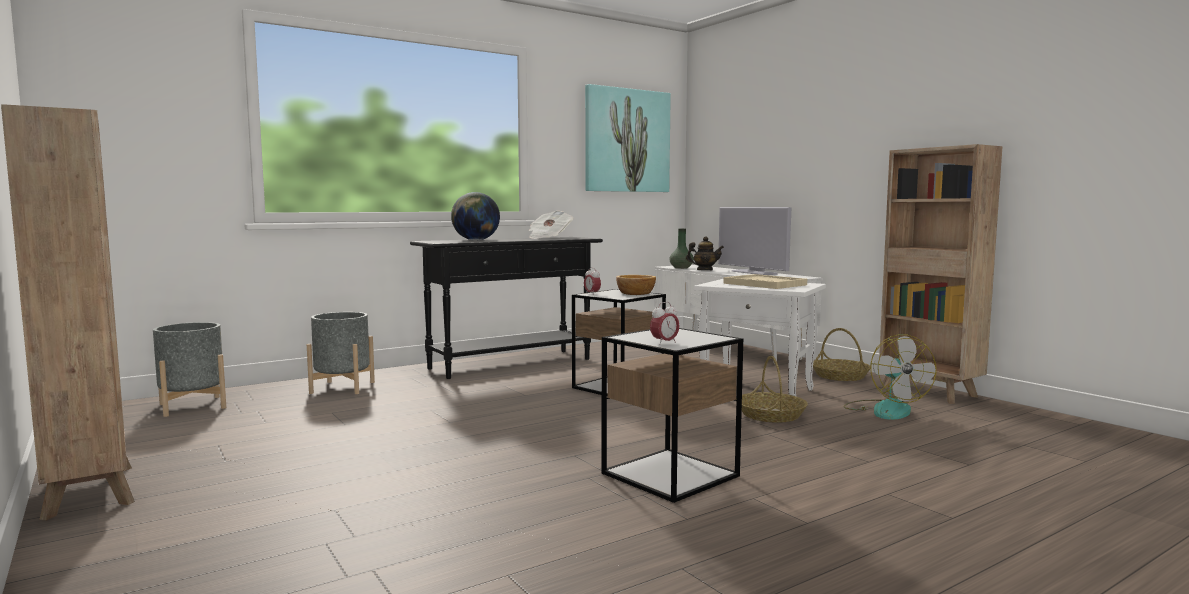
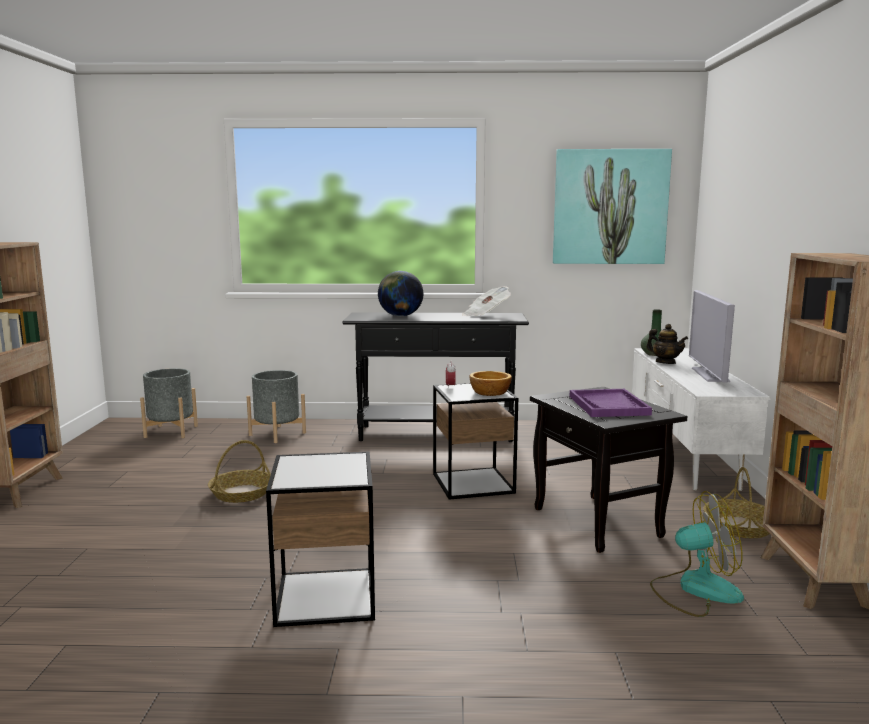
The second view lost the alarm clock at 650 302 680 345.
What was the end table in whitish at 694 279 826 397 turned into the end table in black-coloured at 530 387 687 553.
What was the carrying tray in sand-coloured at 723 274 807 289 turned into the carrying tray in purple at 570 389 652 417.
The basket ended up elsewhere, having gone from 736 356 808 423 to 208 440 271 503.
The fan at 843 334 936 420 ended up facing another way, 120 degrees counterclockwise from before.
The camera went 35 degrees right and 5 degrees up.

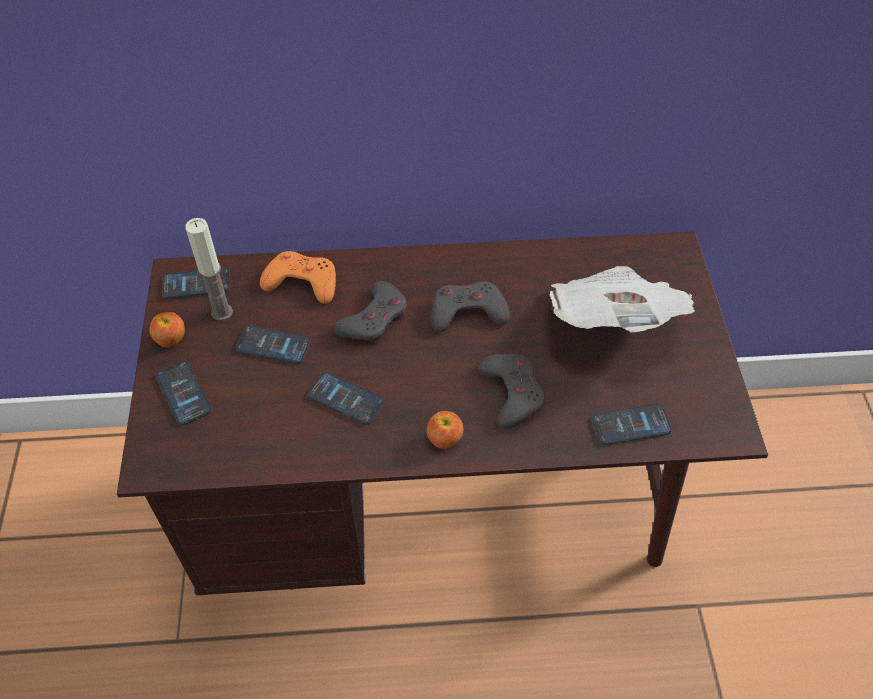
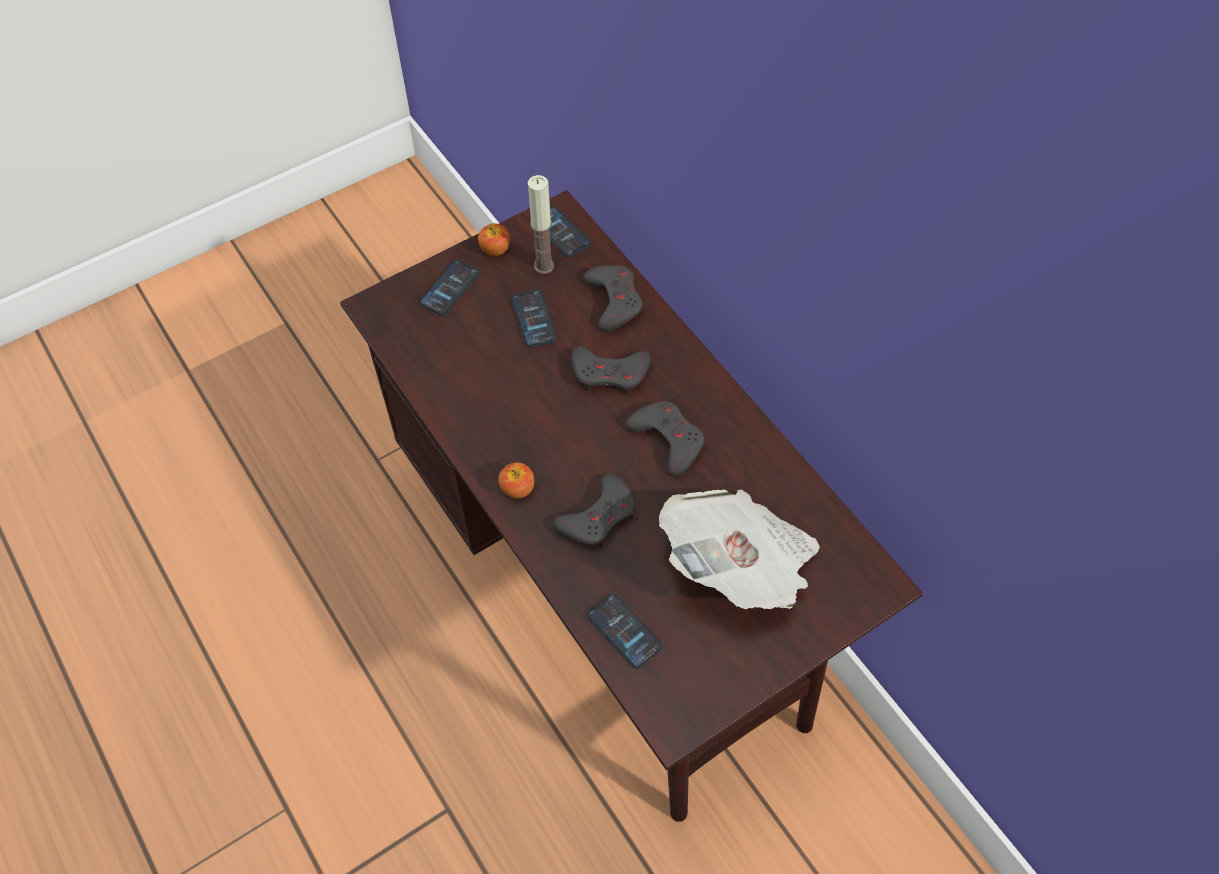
What was the gamepad in orangey at 260 251 336 304 turned into the gamepad in greyish at 583 265 643 332.
The second view lost the telephone at 308 372 384 425.
The camera went 60 degrees right and 5 degrees up.

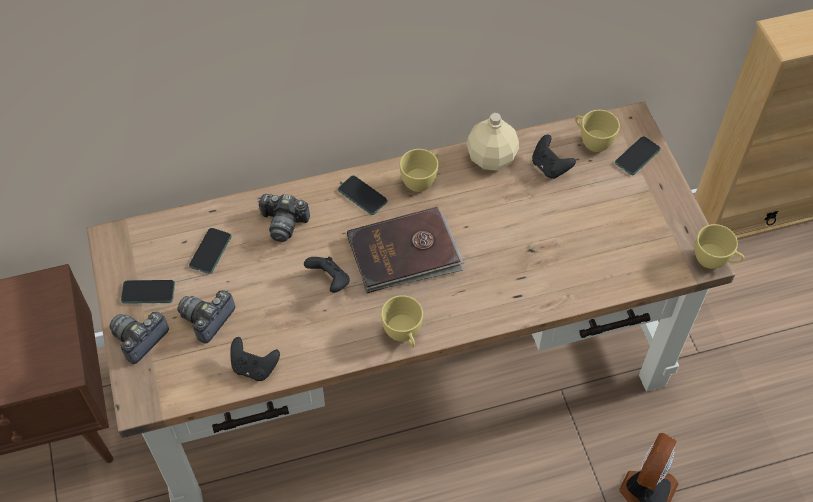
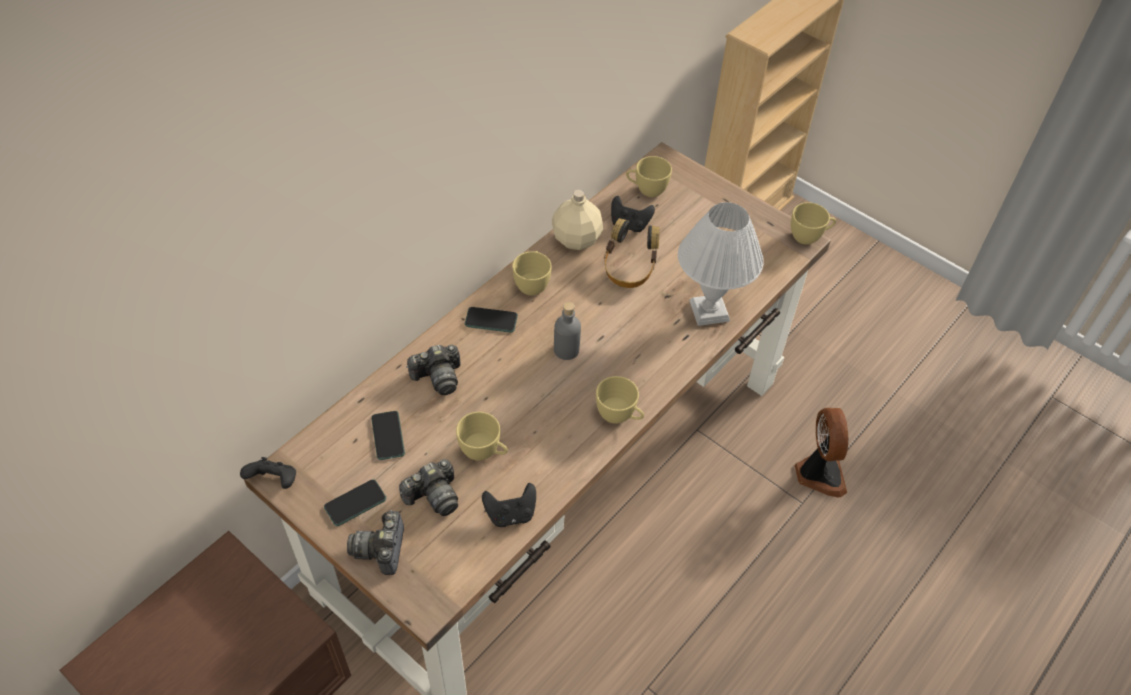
The still camera at 177 290 235 344 ended up facing another way, 120 degrees counterclockwise from before.
The gamepad in black-coloured ended up elsewhere, having gone from 304 257 350 293 to 240 457 296 489.
Where the volume in brown stood at 347 207 464 293, the drink bottle in greyish came to stand at 554 302 581 360.
The second view lost the telephone at 615 136 661 175.
The second view gained the small cup in yellowish at 456 412 508 461.
The second view gained the headphones at 604 218 660 288.
The second view gained the lamp for a table in whitish at 678 202 764 326.
The camera went 35 degrees left and 5 degrees down.

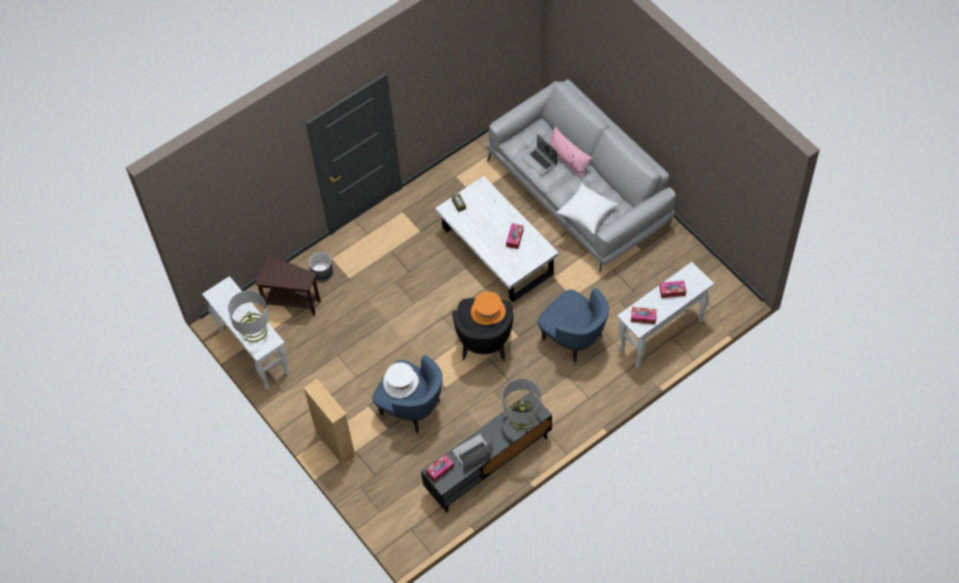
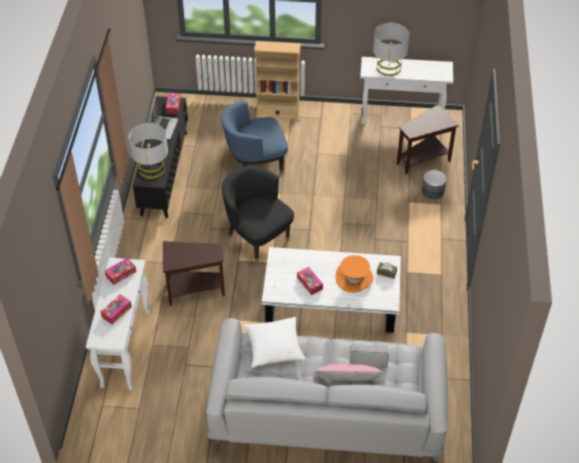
The second view lost the clothing hat in whitish at 383 362 419 399.
The clothing hat in orangey ended up elsewhere, having gone from 471 291 506 325 to 335 255 373 293.
Where the lounge chair in bluish stood at 538 288 609 365, the end table in brown came to stand at 163 241 225 306.
The camera went 130 degrees right and 10 degrees down.

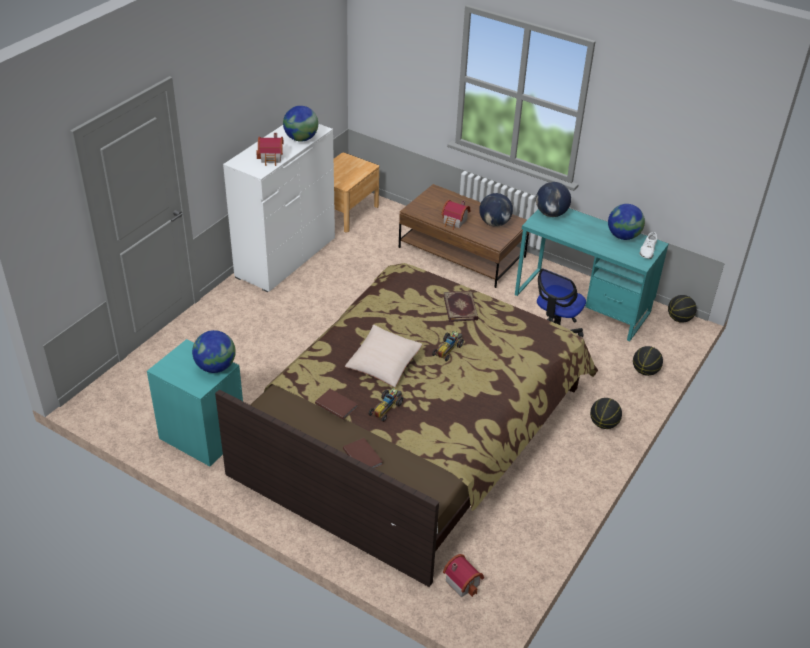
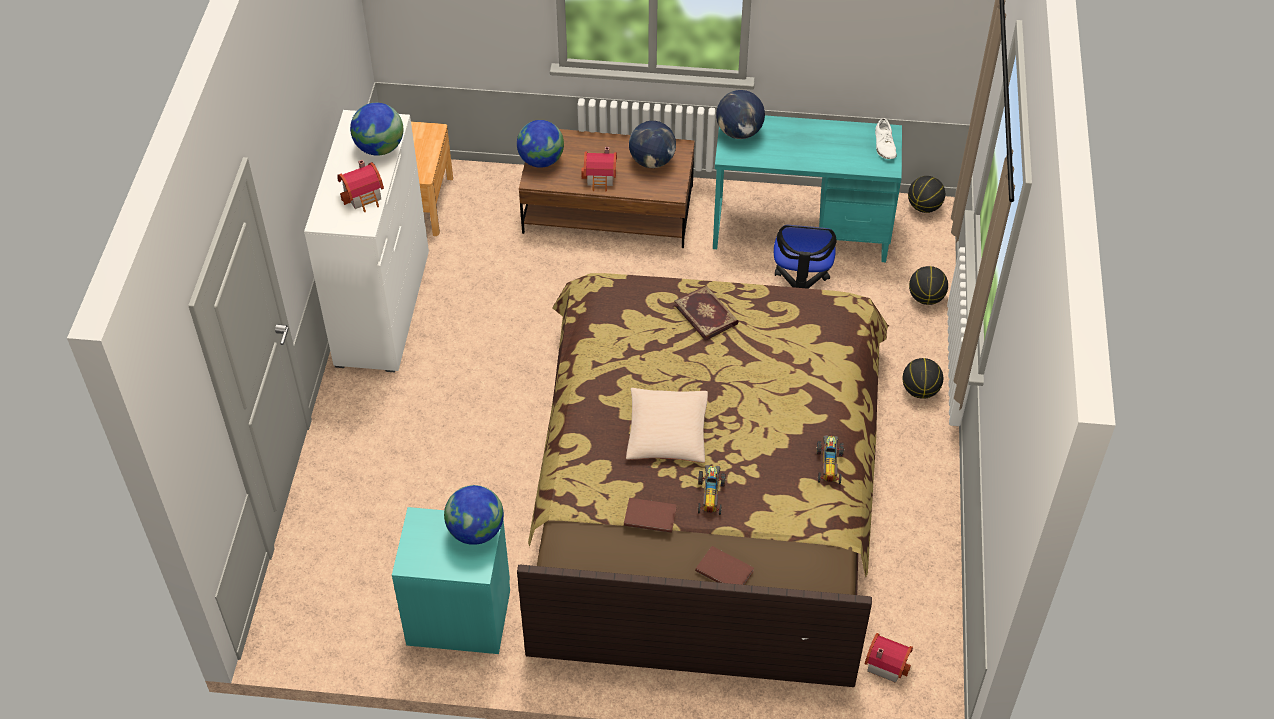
The model car ended up elsewhere, having gone from 432 331 464 362 to 816 435 845 484.
The globe ended up elsewhere, having gone from 608 204 645 240 to 517 120 564 168.
The camera went 25 degrees left and 10 degrees up.

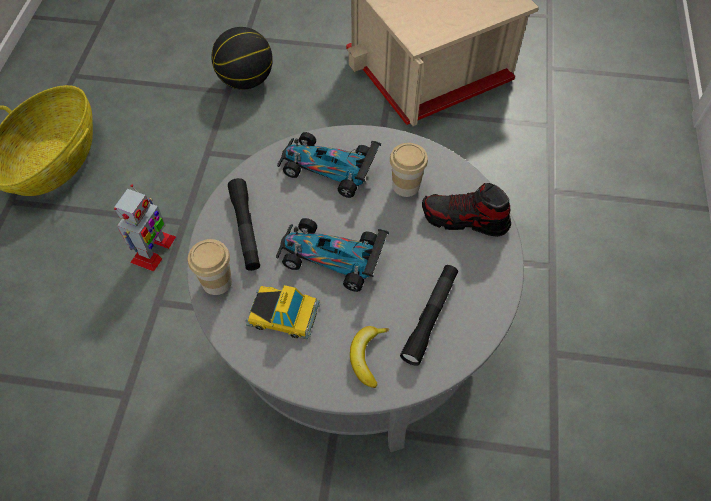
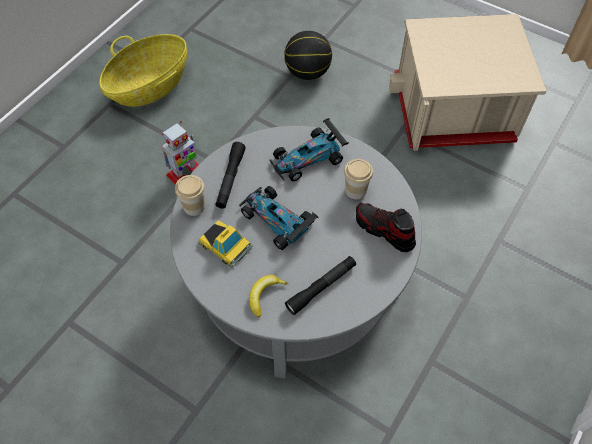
The model car at 277 132 381 198 ended up facing another way, 75 degrees counterclockwise from before.
The camera went 25 degrees right and 0 degrees up.

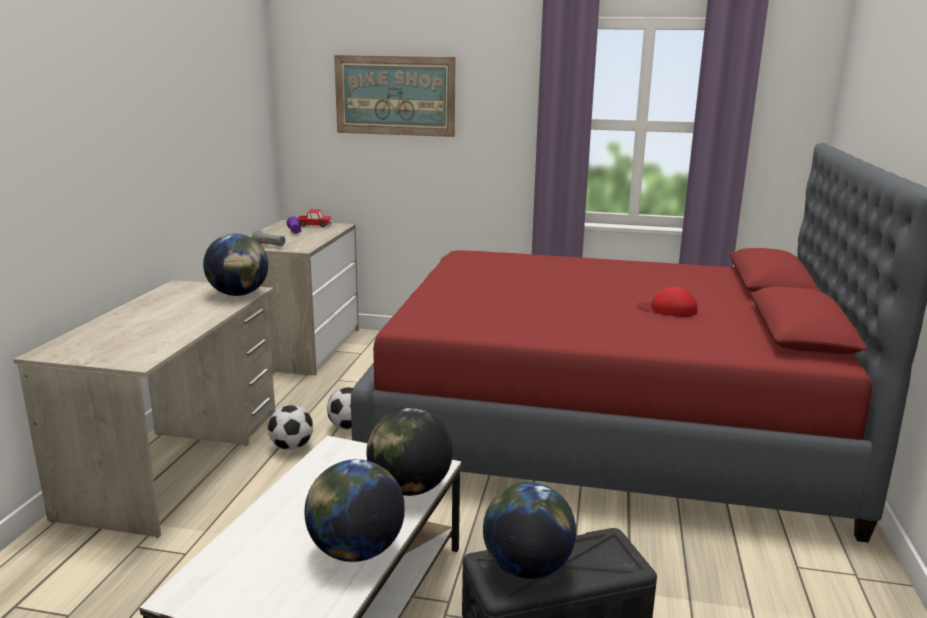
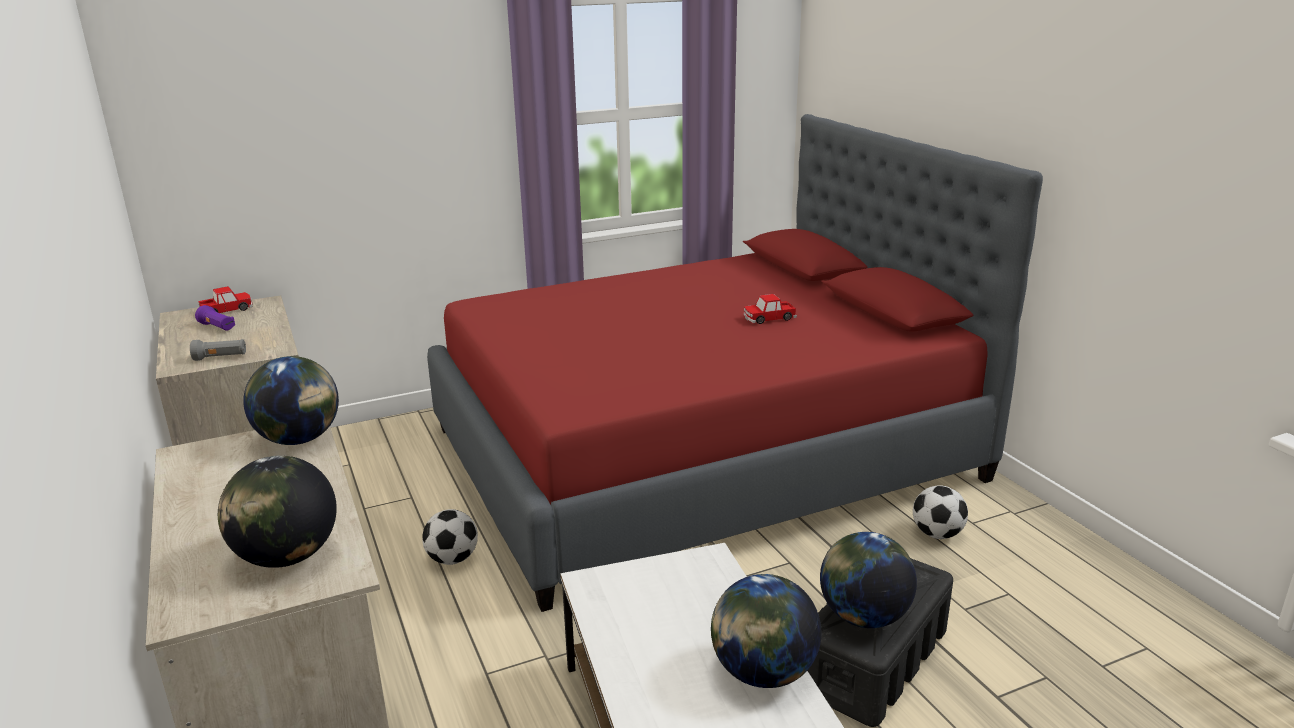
The ball for football ended up elsewhere, having gone from 268 405 313 450 to 913 485 968 539.
The second view lost the wall art at 334 55 456 137.
The globe ended up elsewhere, having gone from 366 408 453 496 to 218 456 337 568.
Where the cap in red-coloured stood at 637 287 697 317, the model car came to stand at 744 294 797 324.
The camera went 35 degrees left and 5 degrees up.

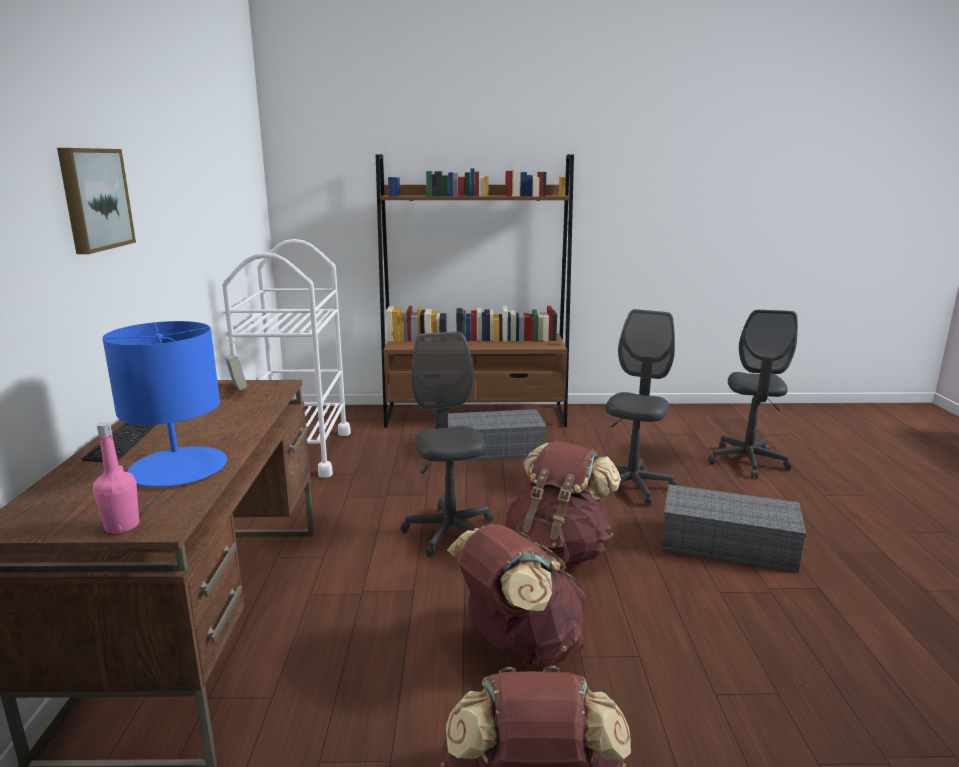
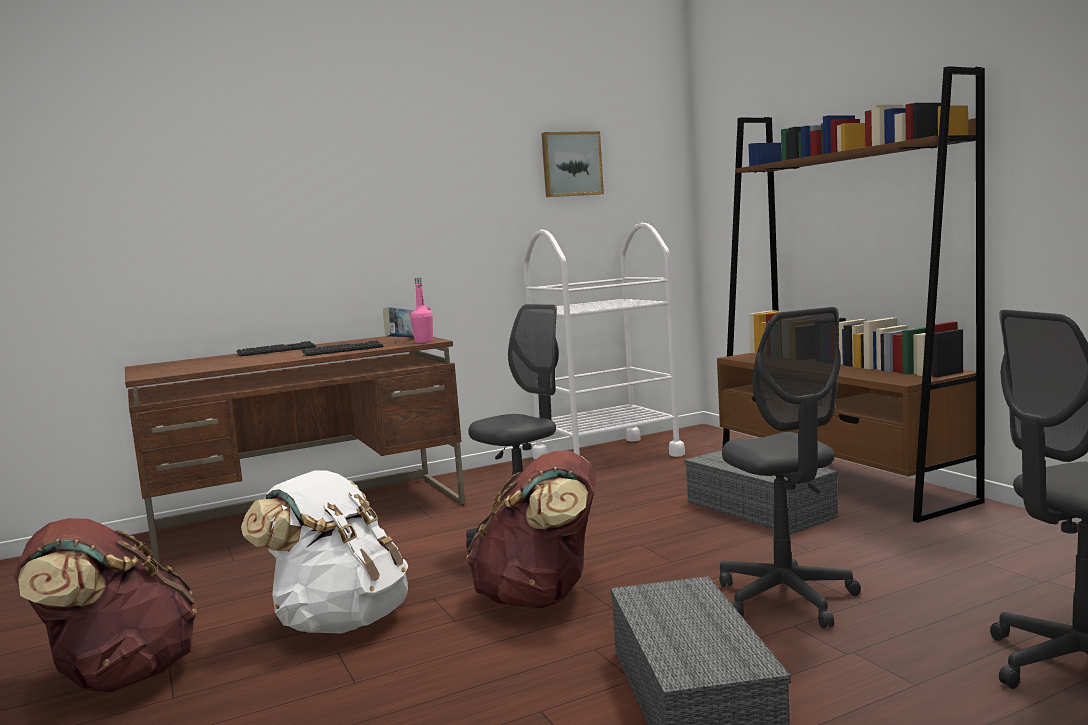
The wall art ended up elsewhere, having gone from 57 148 136 254 to 541 131 604 197.
The drink bottle in pink ended up elsewhere, having gone from 93 422 139 534 to 410 278 433 343.
The second view lost the lamp for a table in bluish at 102 321 227 487.
What was the backpack in brown at 447 524 586 667 turned into the backpack in whitish at 241 470 408 633.
The office chair in greyish at 606 309 677 506 ended up facing another way, 75 degrees clockwise from before.
The second view gained the PC keyboard at 302 340 384 356.
The camera went 65 degrees right and 10 degrees down.

